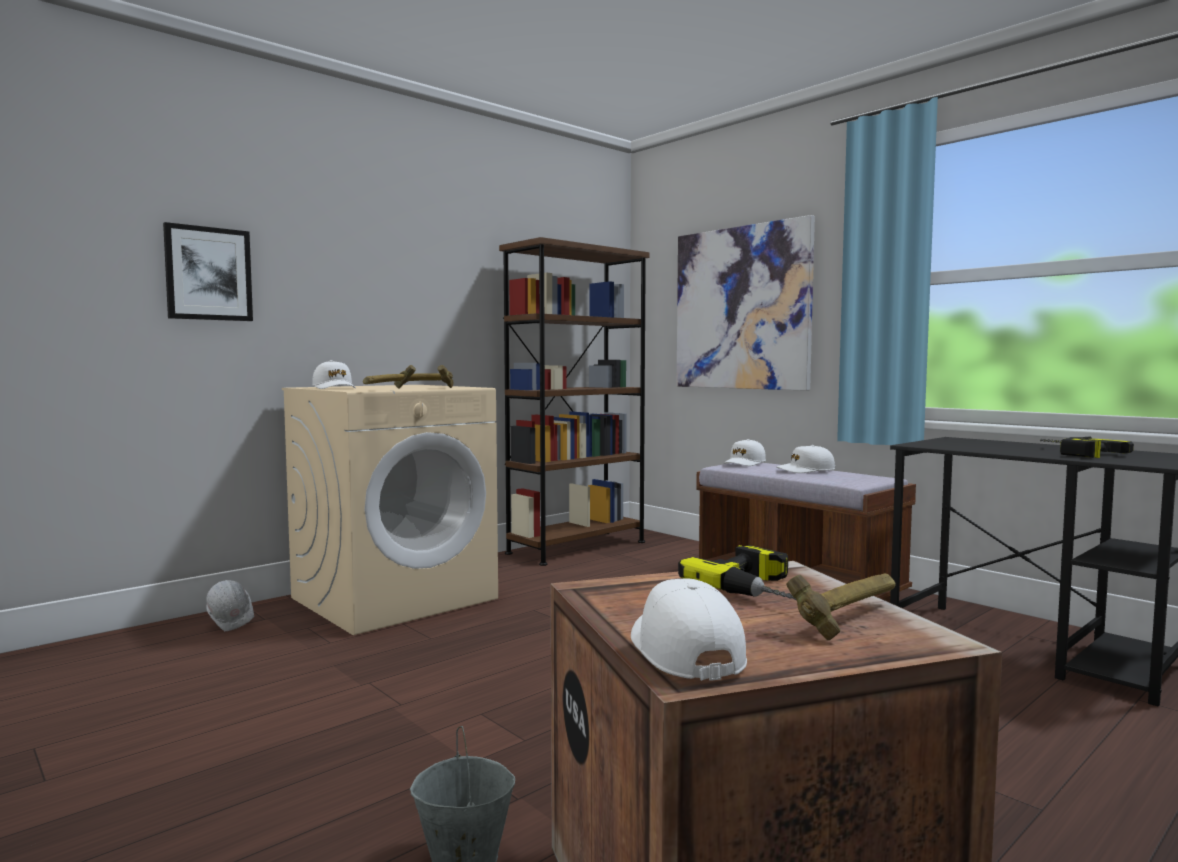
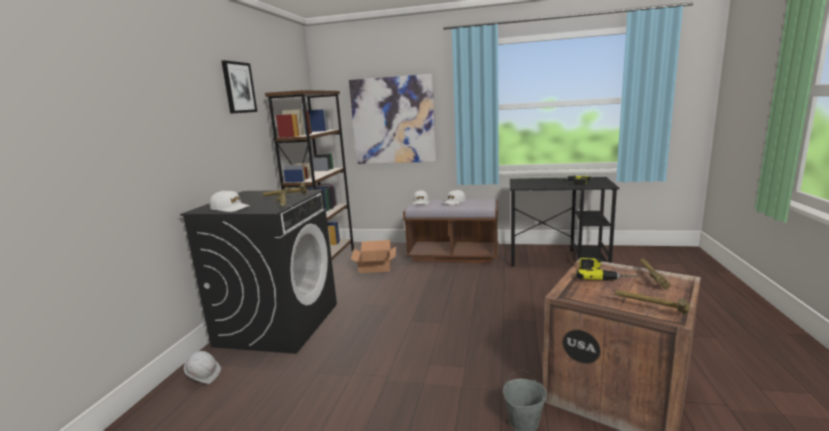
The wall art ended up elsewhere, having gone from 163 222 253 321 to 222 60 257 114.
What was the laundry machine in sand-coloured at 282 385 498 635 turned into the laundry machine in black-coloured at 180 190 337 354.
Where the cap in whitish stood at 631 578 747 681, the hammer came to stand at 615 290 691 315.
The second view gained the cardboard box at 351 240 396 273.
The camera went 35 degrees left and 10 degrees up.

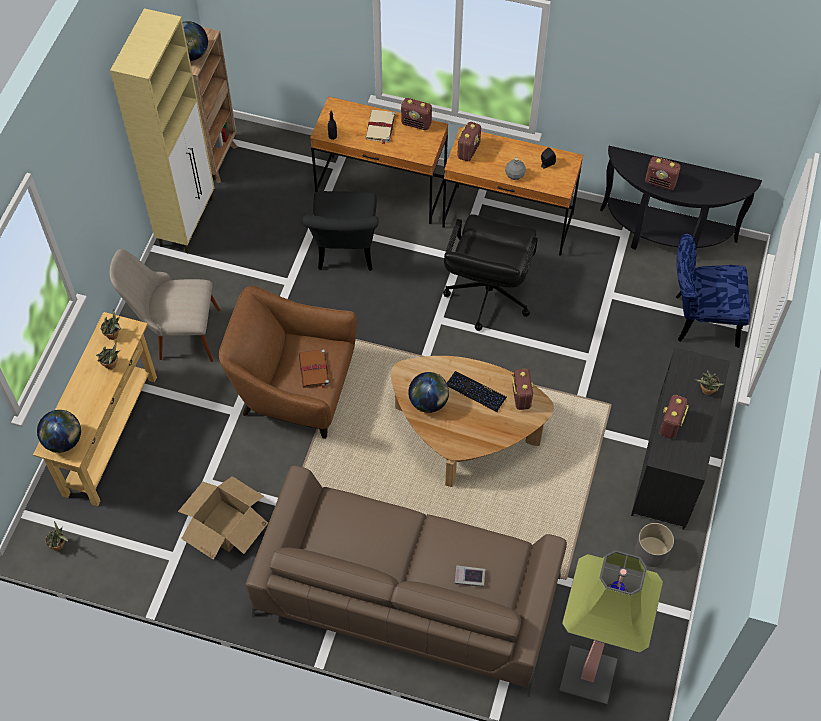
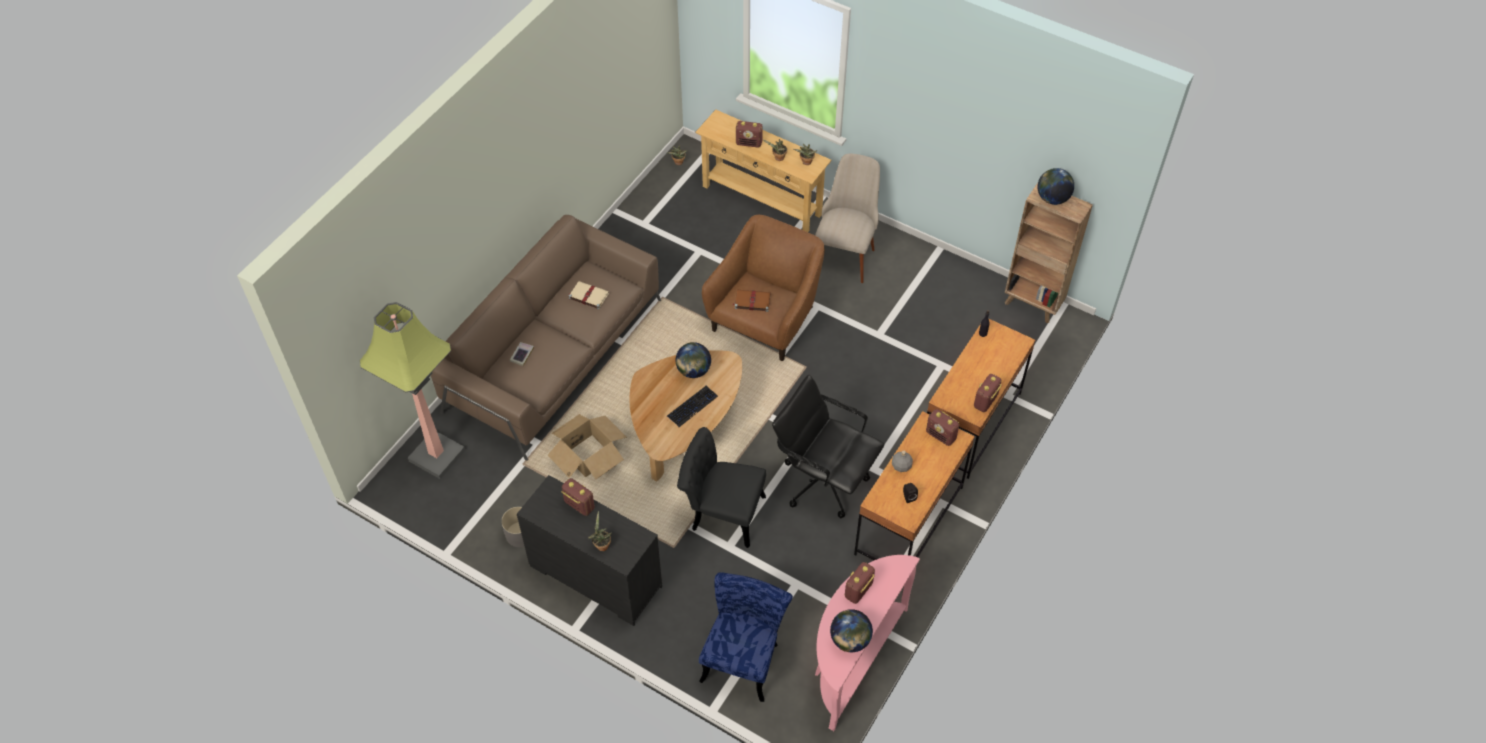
The globe ended up elsewhere, having gone from 37 410 81 453 to 830 609 873 652.
The second view lost the cupboard in sand-coloured at 110 8 214 253.
The cardboard box ended up elsewhere, having gone from 178 476 268 560 to 548 414 627 479.
The upright chair in black-coloured ended up elsewhere, having gone from 303 191 379 271 to 677 427 766 548.
The volume in sand-coloured ended up elsewhere, having gone from 365 110 395 145 to 569 281 609 309.
The radio set ended up elsewhere, having gone from 512 368 534 410 to 736 121 763 147.
What was the hall table in black-coloured at 600 146 762 250 turned into the hall table in pink at 815 555 920 731.
The camera went 105 degrees right and 5 degrees down.

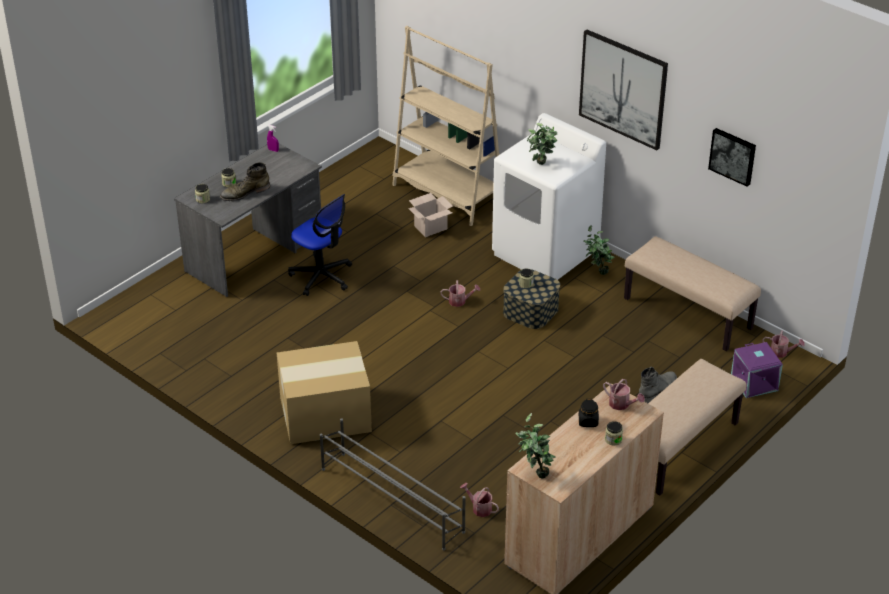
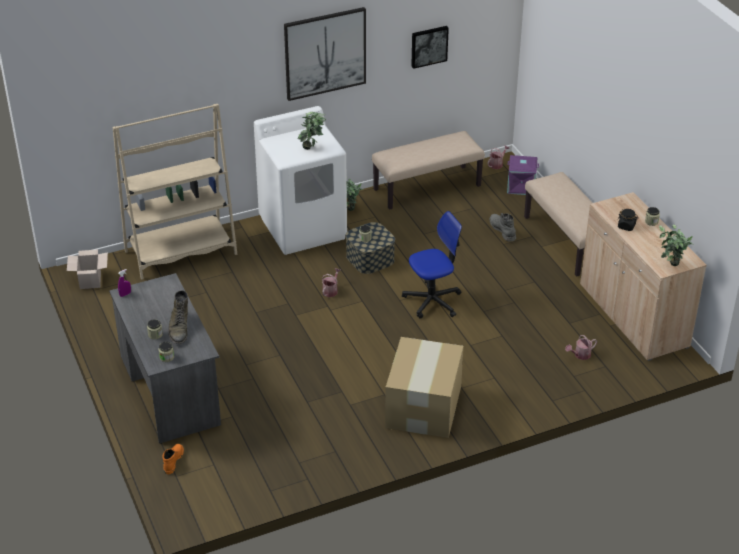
The office chair ended up elsewhere, having gone from 288 194 352 296 to 402 211 462 318.
The second view lost the shoe rack in greyish at 320 418 466 551.
The cardboard box ended up elsewhere, having gone from 408 193 453 237 to 67 250 108 289.
The second view lost the watering can at 603 379 645 410.
The second view gained the high-top boot in orangey at 162 444 184 474.
The camera went 65 degrees left and 0 degrees up.

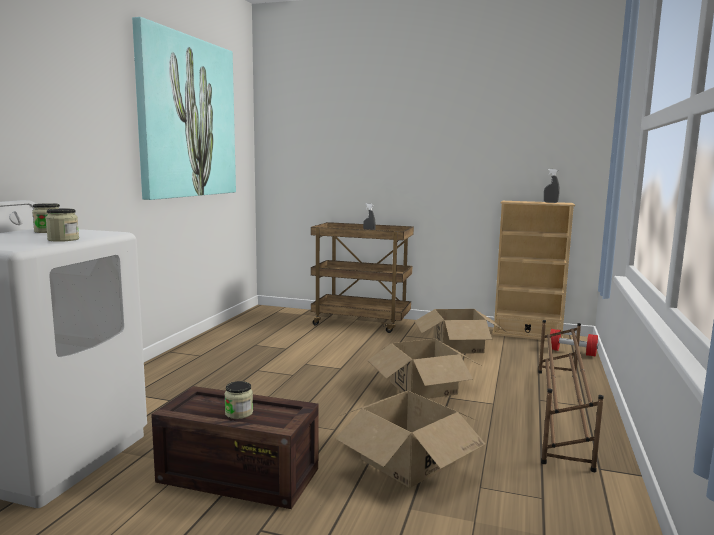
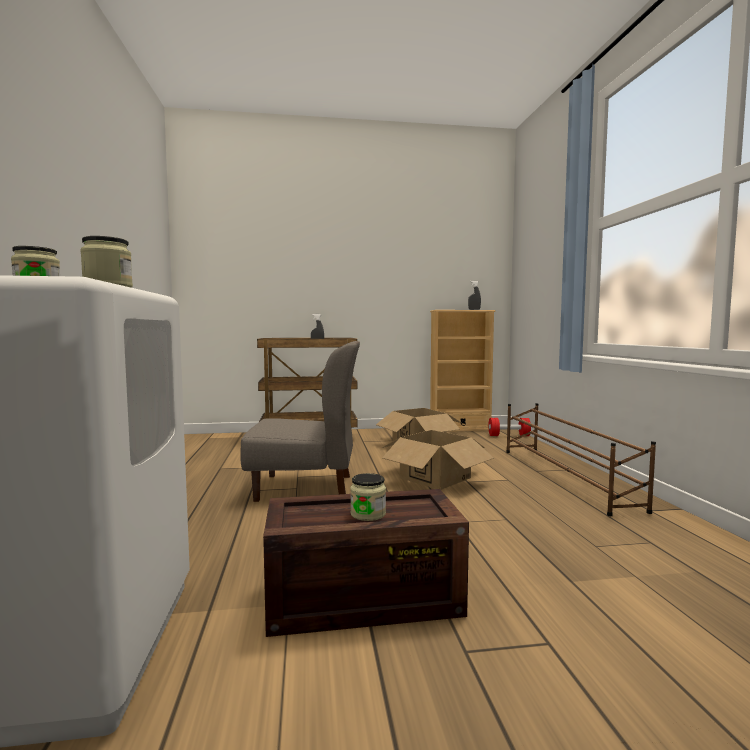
The second view lost the wall art at 132 17 236 200.
The second view lost the cardboard box at 335 391 486 488.
The second view gained the upright chair in greyish at 240 341 360 502.
The camera went 25 degrees left and 5 degrees down.

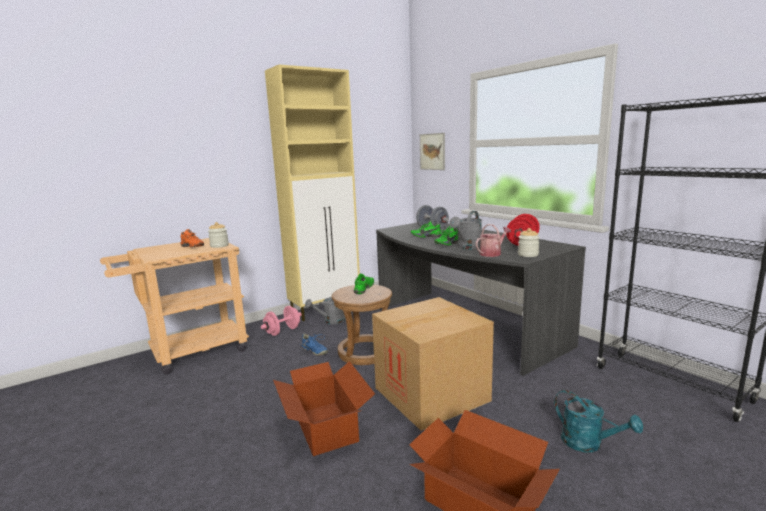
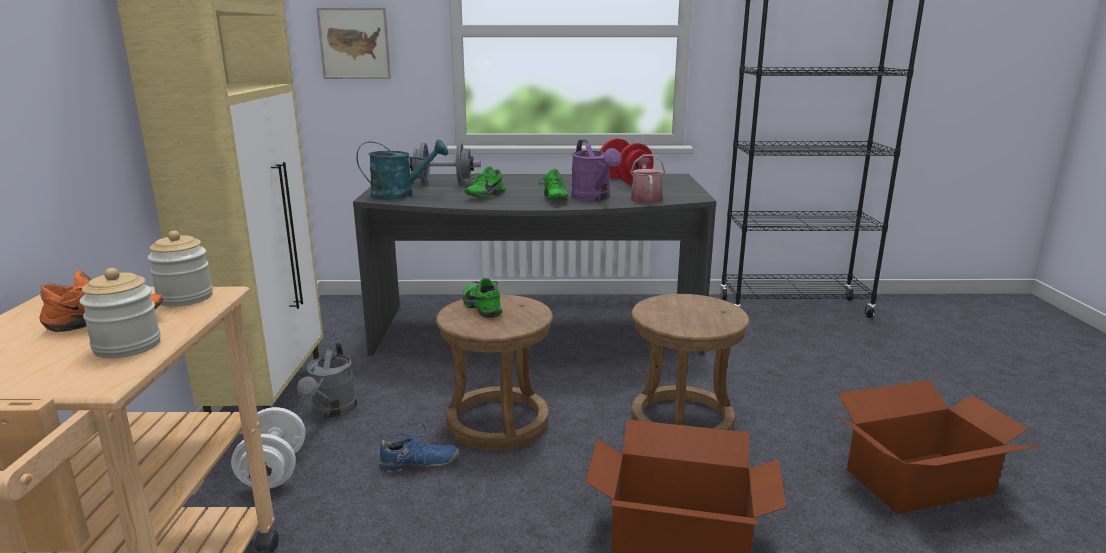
What was the dumbbell in pink at 261 306 302 336 turned into the dumbbell in whitish at 231 407 306 489.
Where the cardboard box stood at 372 297 494 431, the stool in brown came to stand at 631 294 750 431.
What was the watering can in greyish at 449 211 482 250 turned into the watering can in purple at 571 139 621 201.
The preserve jar ended up elsewhere, having gone from 518 228 540 257 to 79 268 161 358.
The watering can in turquoise ended up elsewhere, having gone from 554 390 643 452 to 356 139 448 200.
The camera went 55 degrees left and 5 degrees up.

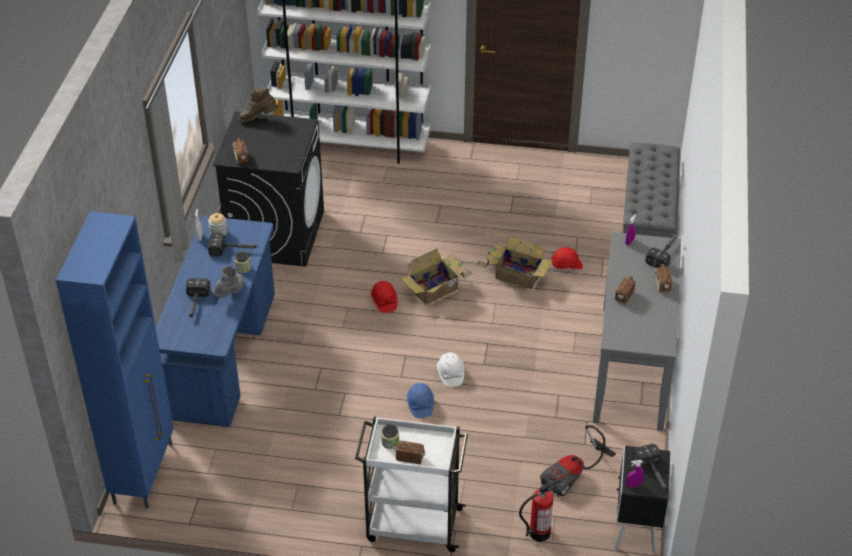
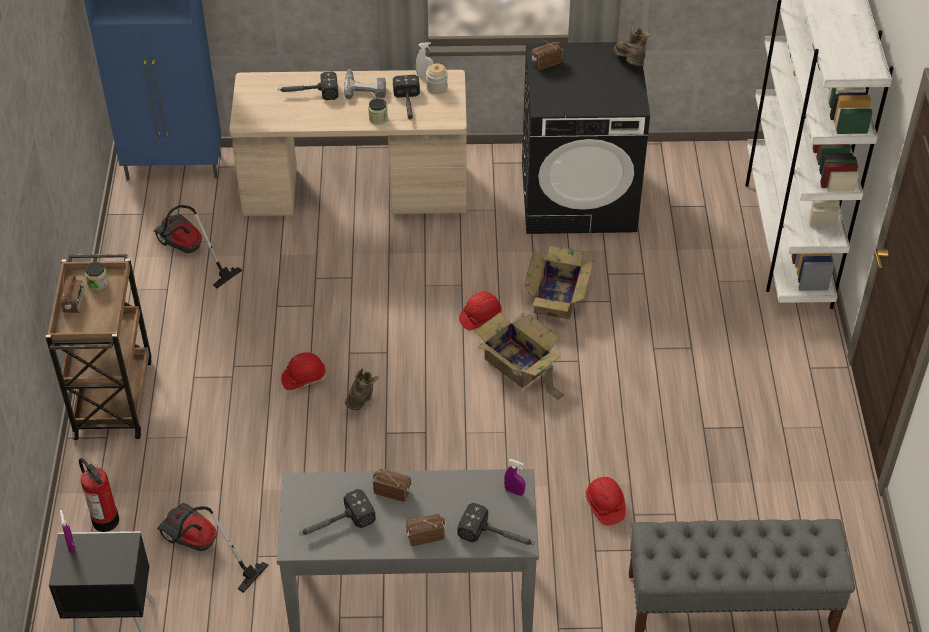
What was the desk in bluish at 156 216 275 427 turned into the desk in sand-coloured at 229 70 467 216.
The second view lost the high-top boot in greyish at 212 265 244 297.
What was the cart in whitish at 355 417 468 552 turned into the cart in brown at 46 254 152 440.
What was the hard hat in bluish at 407 383 434 418 turned into the hard hat in red-coloured at 281 352 326 390.
Where the hard hat in whitish stood at 437 353 464 387, the high-top boot in brown came to stand at 345 368 379 410.
The cardboard box ended up elsewhere, having gone from 476 236 553 289 to 524 246 594 319.
The hammer ended up elsewhere, having gone from 633 444 668 492 to 299 489 376 535.
The second view gained the hoover at 153 205 242 288.
The second view gained the power drill at 344 69 386 99.
The camera went 80 degrees right and 5 degrees up.

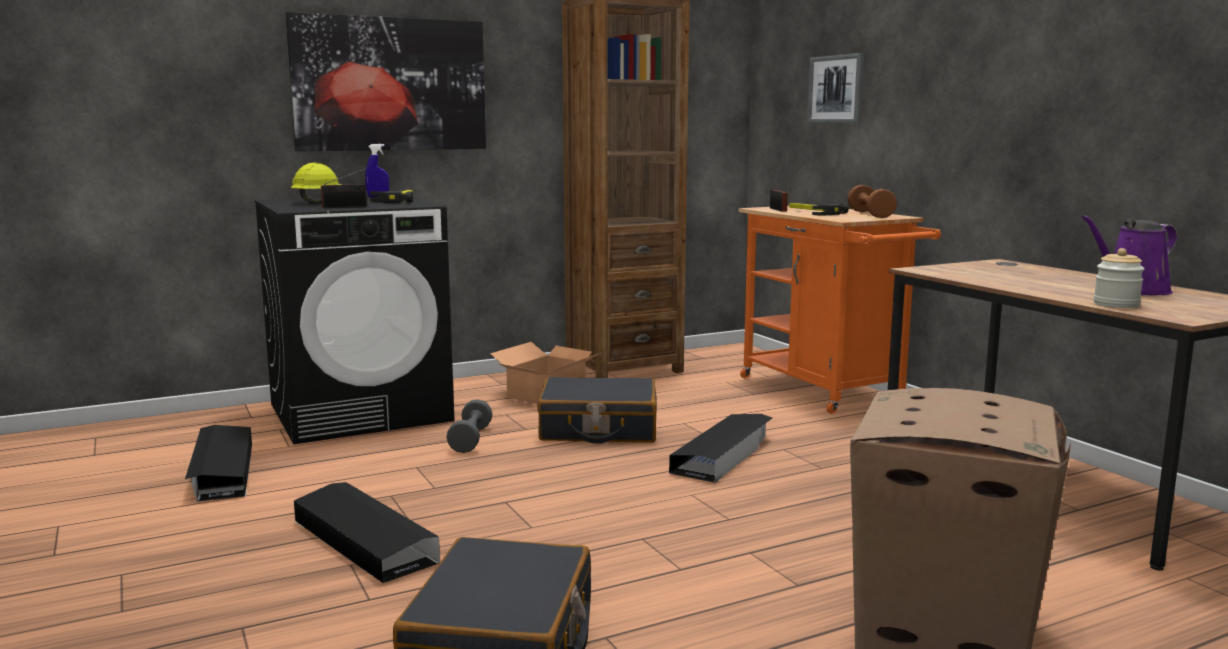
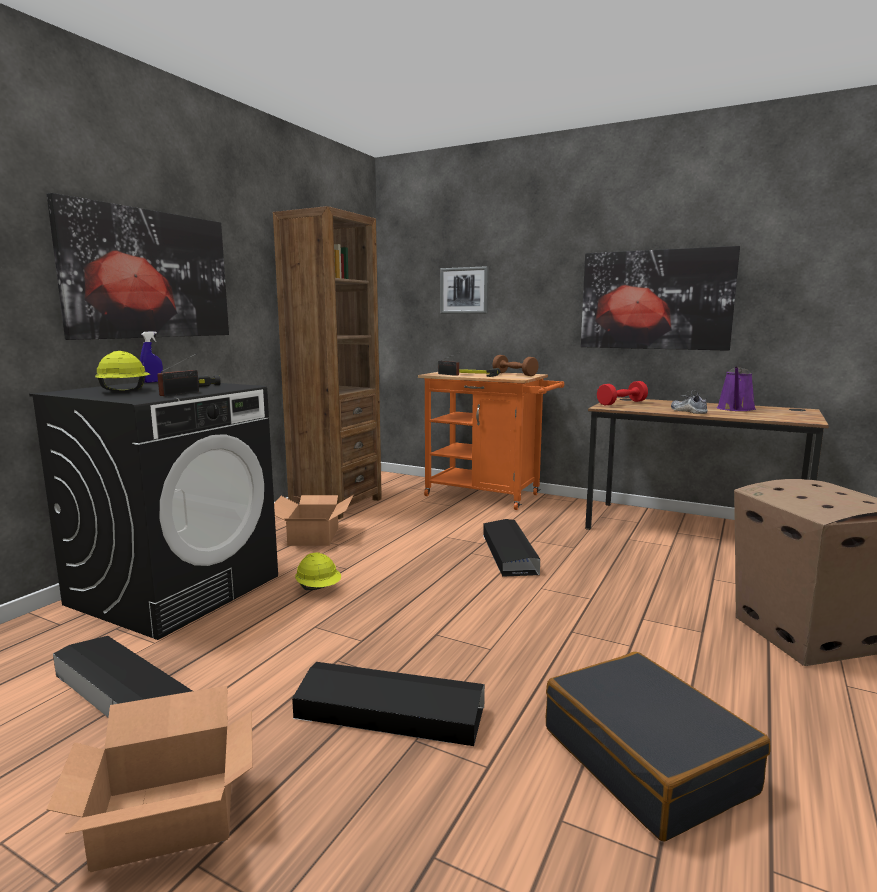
Where the dumbbell in greyish stood at 446 399 492 453, the hard hat in yellowish came to stand at 295 552 341 590.
The second view lost the travel case in black-coloured at 537 377 657 444.
The second view lost the preserve jar at 1094 248 1144 308.
The second view gained the cardboard box at 46 686 252 872.
The second view gained the wall art at 581 246 740 351.
The second view gained the dumbbell in red-coloured at 597 381 648 406.
The second view gained the item of footwear at 671 390 708 414.
The camera went 35 degrees left and 0 degrees up.

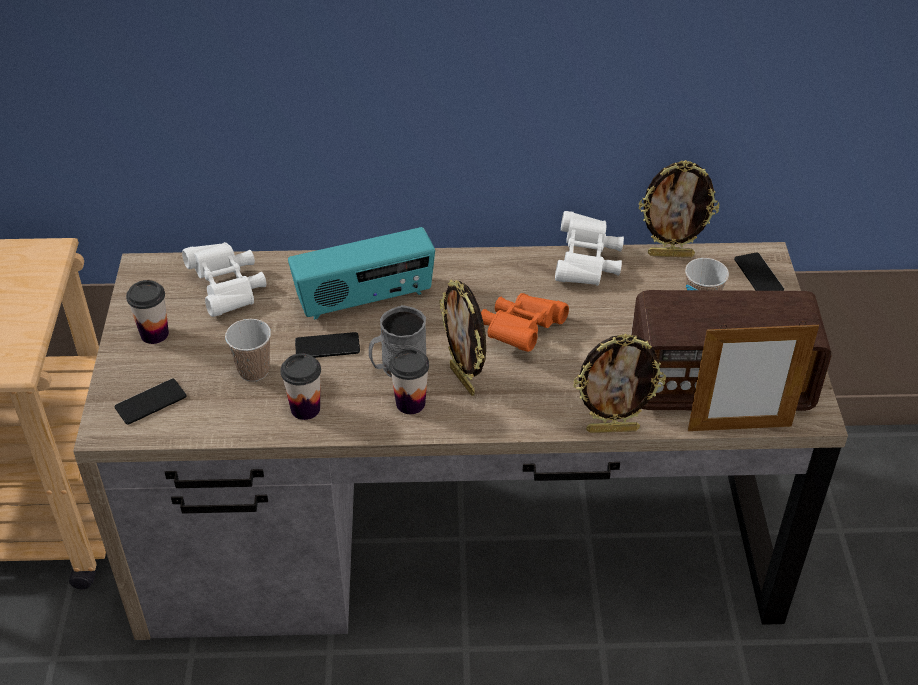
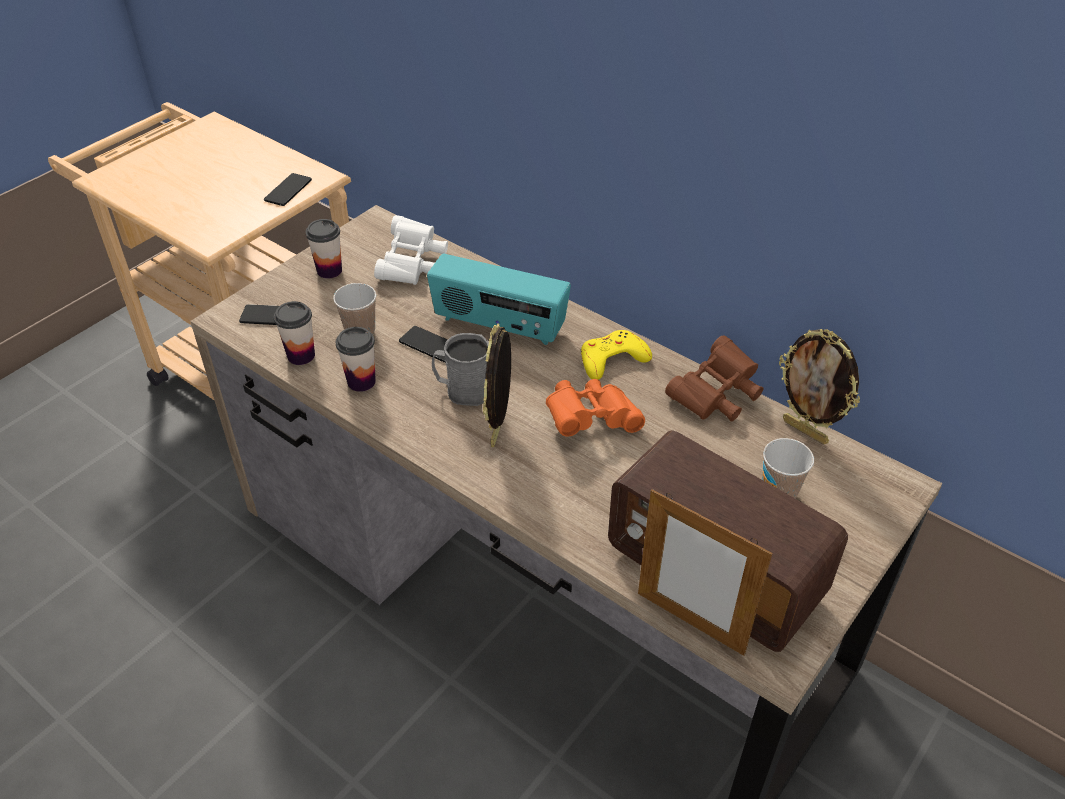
The small cup ended up elsewhere, having gone from 389 348 429 414 to 274 301 315 365.
What was the field glasses in whitish at 555 211 624 286 turned into the field glasses in brown at 665 336 764 422.
The second view lost the photo frame at 573 333 666 433.
The telephone ended up elsewhere, having gone from 734 252 784 291 to 264 173 312 206.
The second view gained the gamepad in yellowish at 581 330 652 380.
The camera went 40 degrees right and 0 degrees up.

